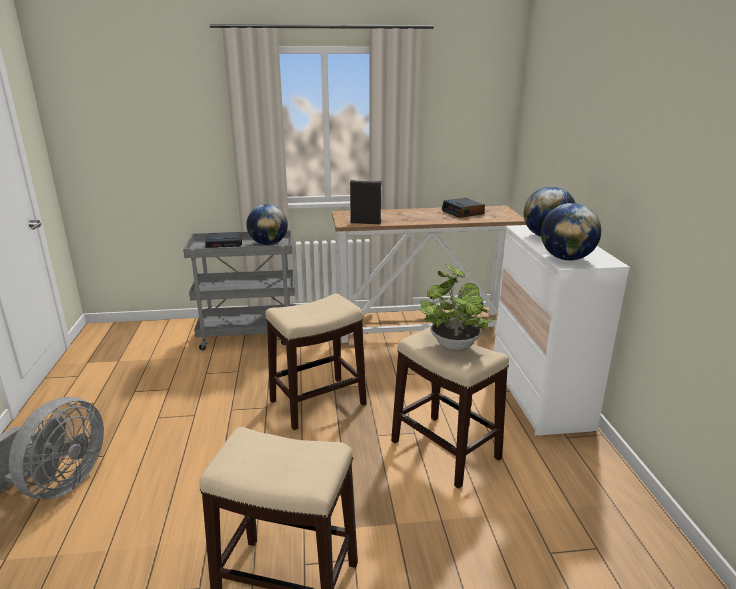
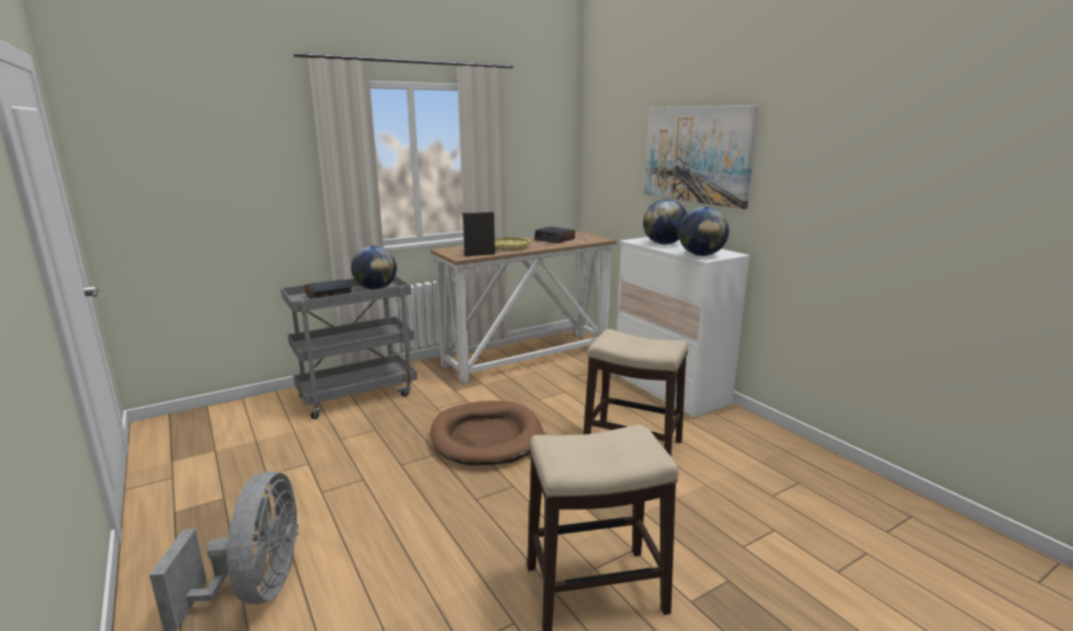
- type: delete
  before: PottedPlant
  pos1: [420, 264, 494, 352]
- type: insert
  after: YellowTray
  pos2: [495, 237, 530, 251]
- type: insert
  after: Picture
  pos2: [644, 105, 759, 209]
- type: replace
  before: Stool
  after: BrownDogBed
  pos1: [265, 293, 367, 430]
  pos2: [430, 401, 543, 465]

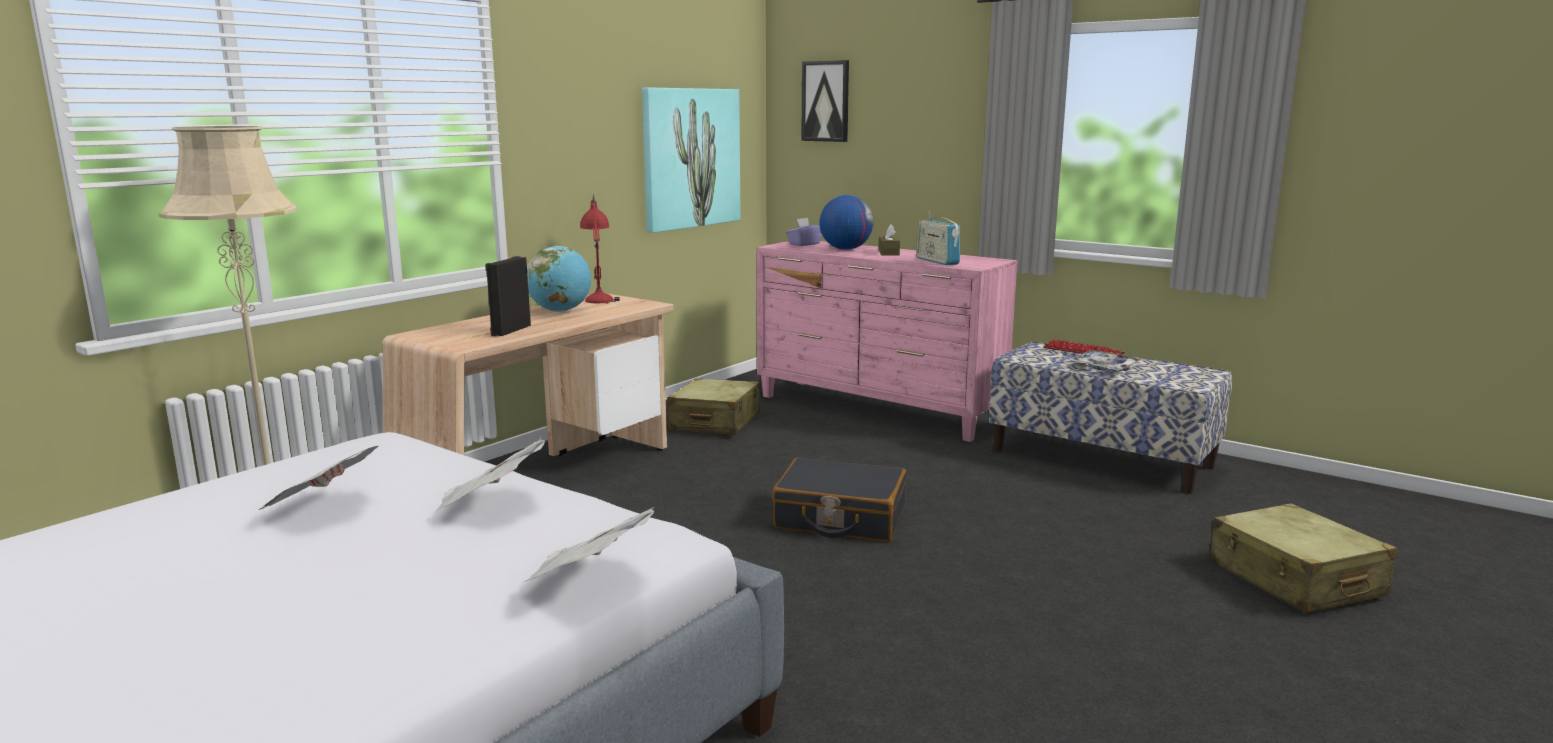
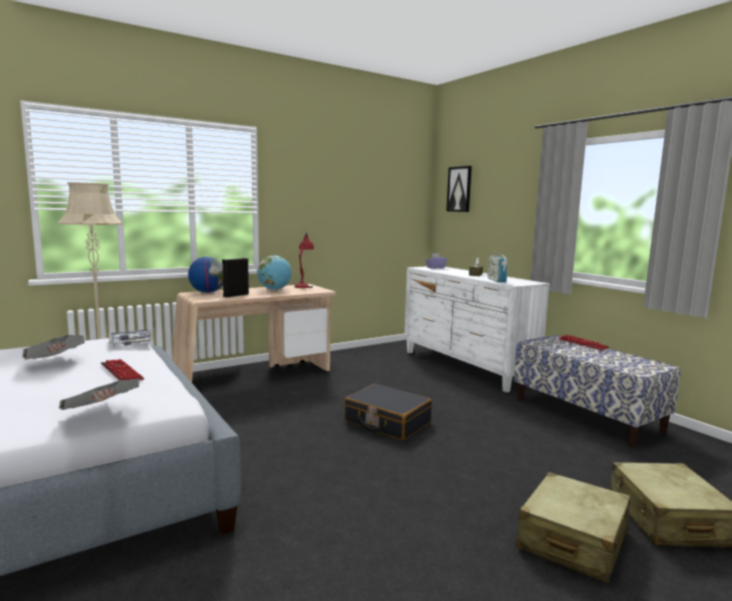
- type: delete
  before: Picture
  pos1: [642, 88, 741, 233]
- type: move
  before: BeigeSuitcase
  pos1: [667, 378, 760, 435]
  pos2: [516, 472, 630, 583]
- type: move
  before: Globe
  pos1: [819, 195, 874, 250]
  pos2: [188, 257, 223, 293]
- type: move
  before: Tray
  pos1: [1068, 350, 1143, 371]
  pos2: [109, 330, 153, 346]
- type: replace
  before: Newspaper
  after: Keyboard
  pos1: [436, 439, 545, 511]
  pos2: [101, 359, 144, 381]
- type: recolor
  before: PinkDresser
  after: WhiteDresser
  pos1: [756, 241, 1018, 442]
  pos2: [404, 266, 549, 393]

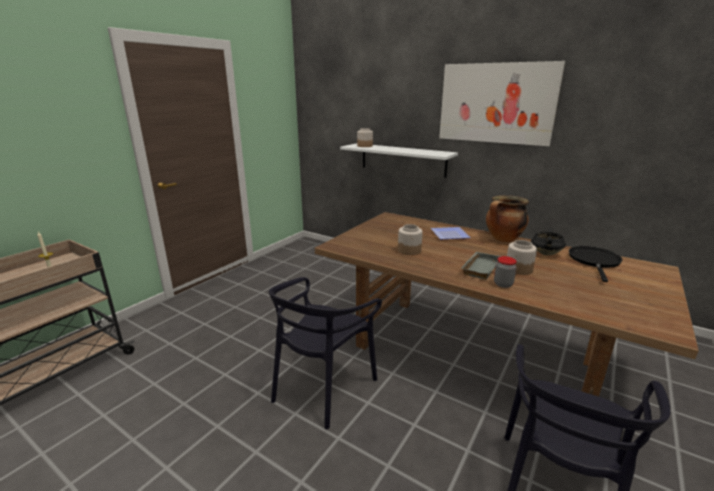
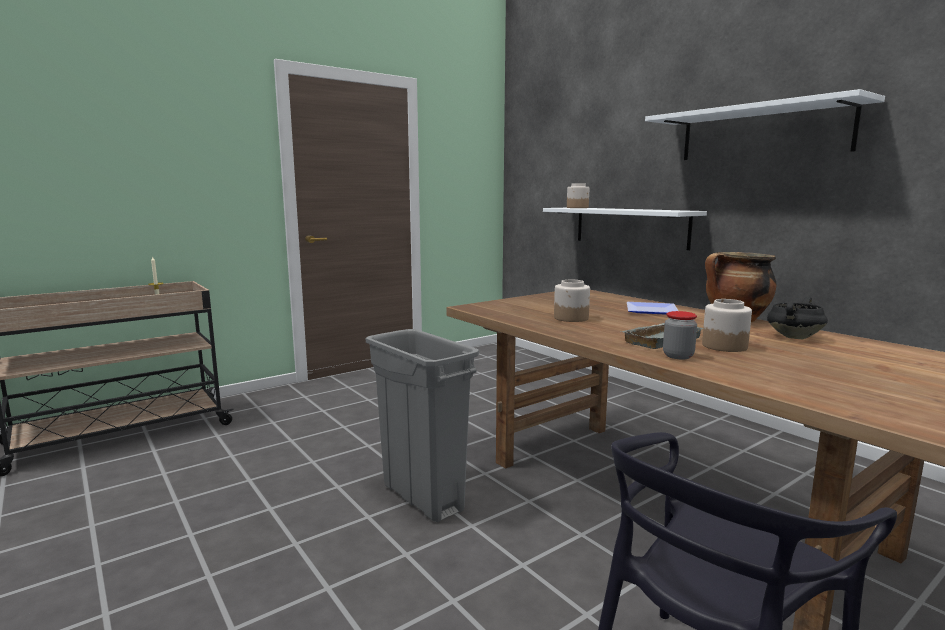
- type: delete
  before: BlackFryingPan
  pos1: [569, 246, 622, 282]
- type: replace
  before: BlackChair
  after: GreyTrashCan
  pos1: [269, 277, 382, 429]
  pos2: [366, 329, 479, 522]
- type: replace
  before: Picture
  after: WhiteShelf
  pos1: [439, 61, 565, 146]
  pos2: [645, 89, 885, 160]

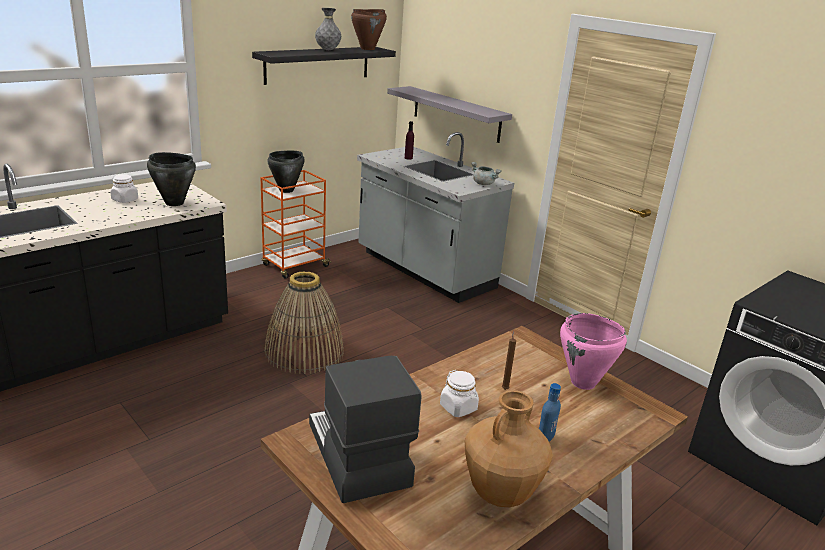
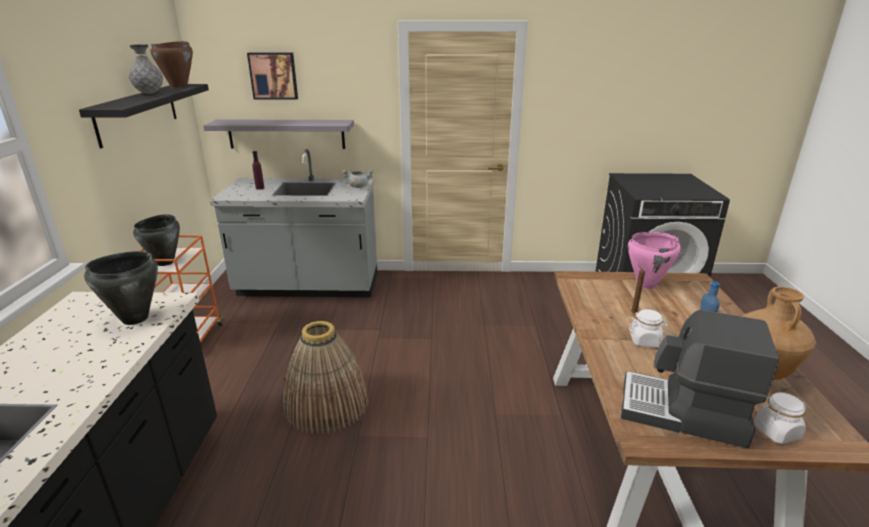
- type: insert
  after: Picture
  pos2: [247, 53, 298, 100]
- type: move
  before: WhiteJar
  pos1: [110, 174, 138, 203]
  pos2: [754, 392, 806, 444]

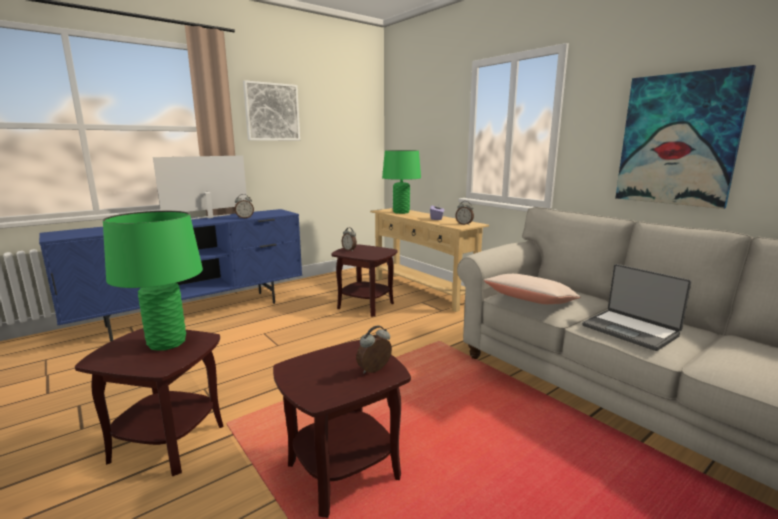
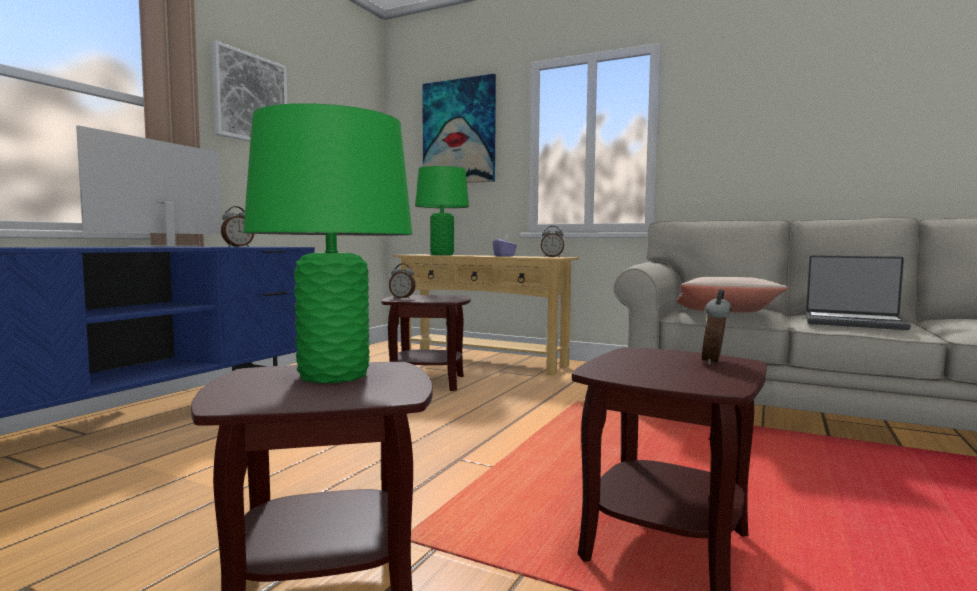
- type: move
  before: Picture
  pos1: [615, 65, 756, 209]
  pos2: [422, 74, 496, 183]

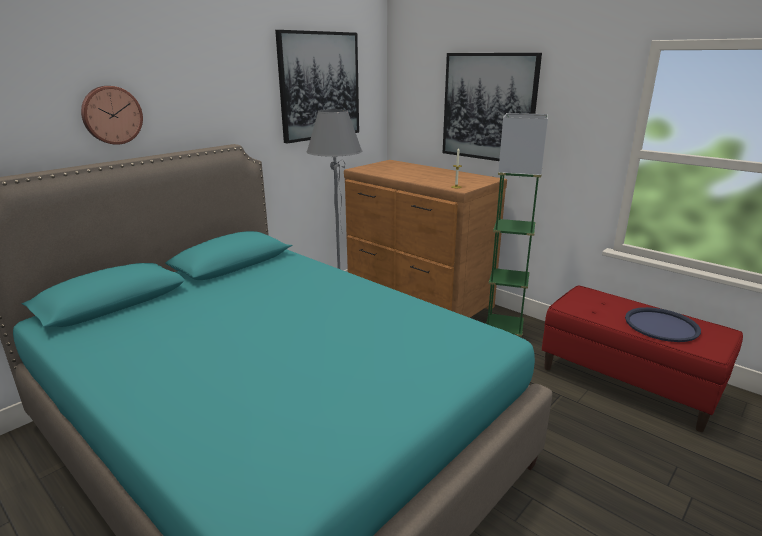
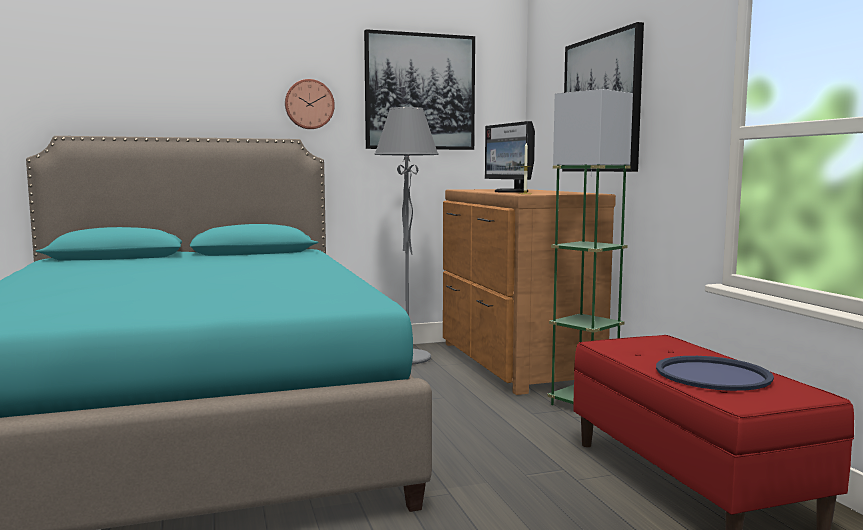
- type: insert
  after: Monitor
  pos2: [485, 121, 535, 193]
- type: move
  before: WallClock
  pos1: [81, 86, 143, 145]
  pos2: [285, 79, 335, 129]

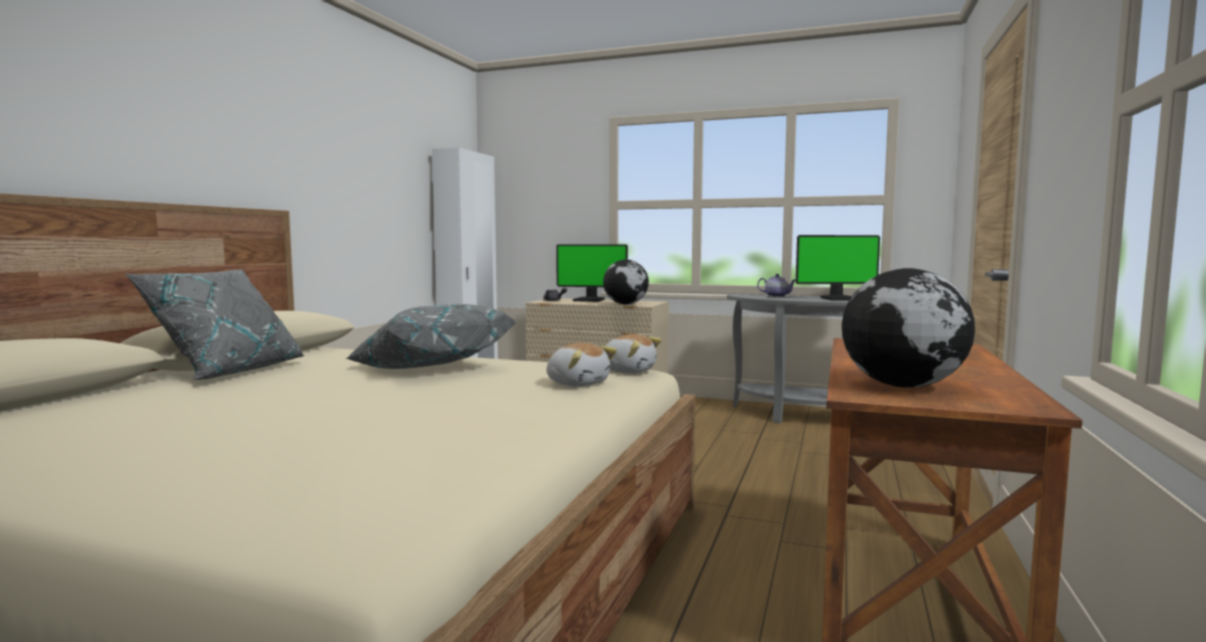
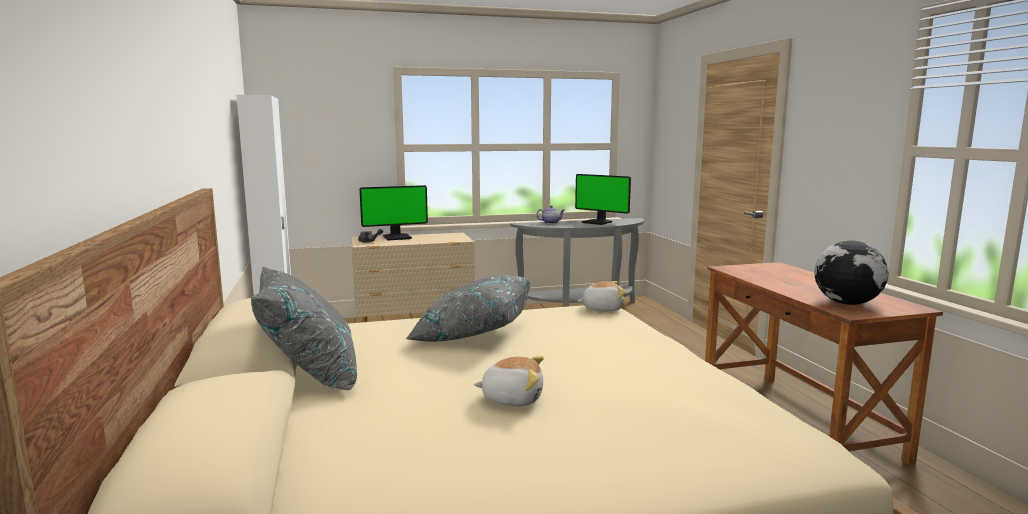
- type: delete
  before: Globe
  pos1: [603, 259, 649, 304]
- type: move
  before: PlushToy
  pos1: [547, 343, 617, 387]
  pos2: [474, 356, 544, 406]
- type: rotate
  before: Monitor
  pos1: [796, 235, 880, 300]
  pos2: [575, 174, 631, 225]
  turn: 75

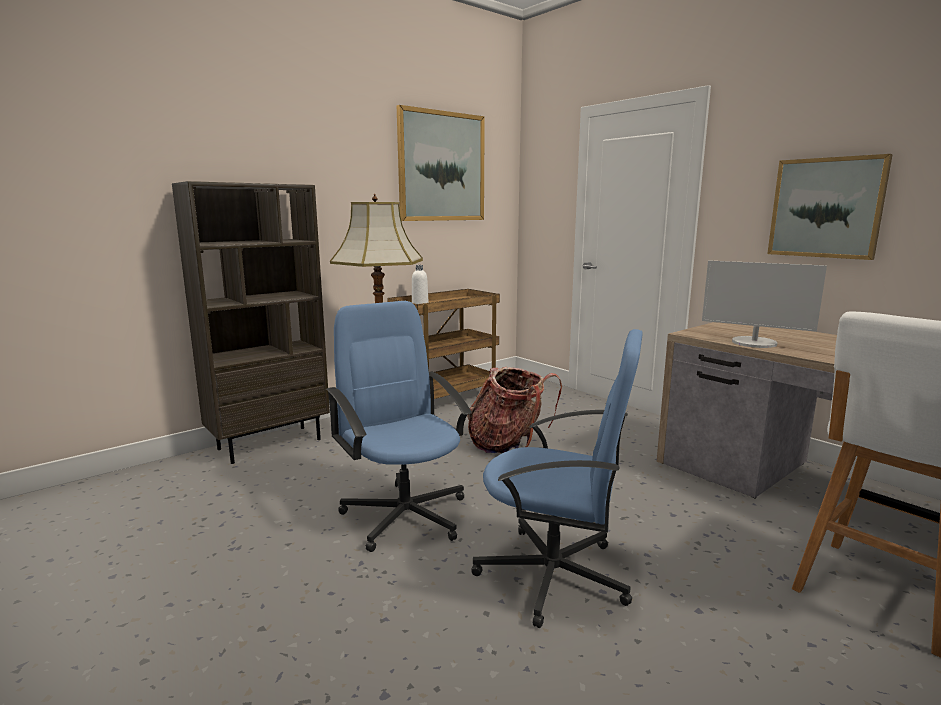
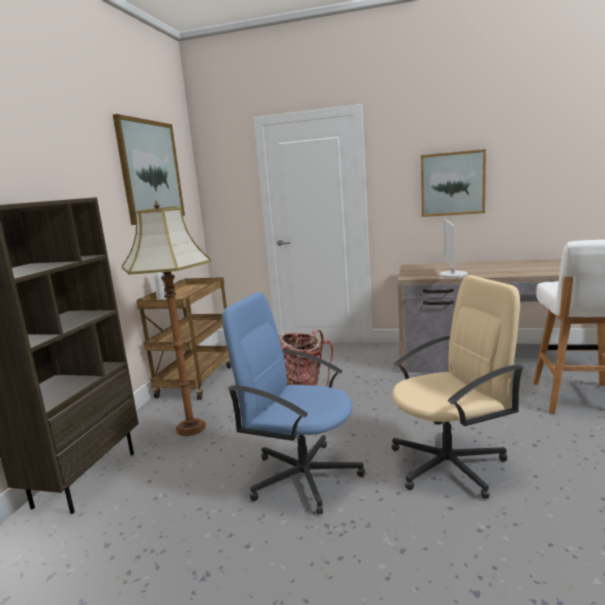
- type: recolor
  before: BlueOfficeChair
  after: BeigeOfficeChair
  pos1: [471, 329, 643, 628]
  pos2: [391, 275, 524, 499]
- type: rotate
  before: Monitor
  pos1: [702, 260, 827, 348]
  pos2: [439, 219, 468, 278]
  turn: 105

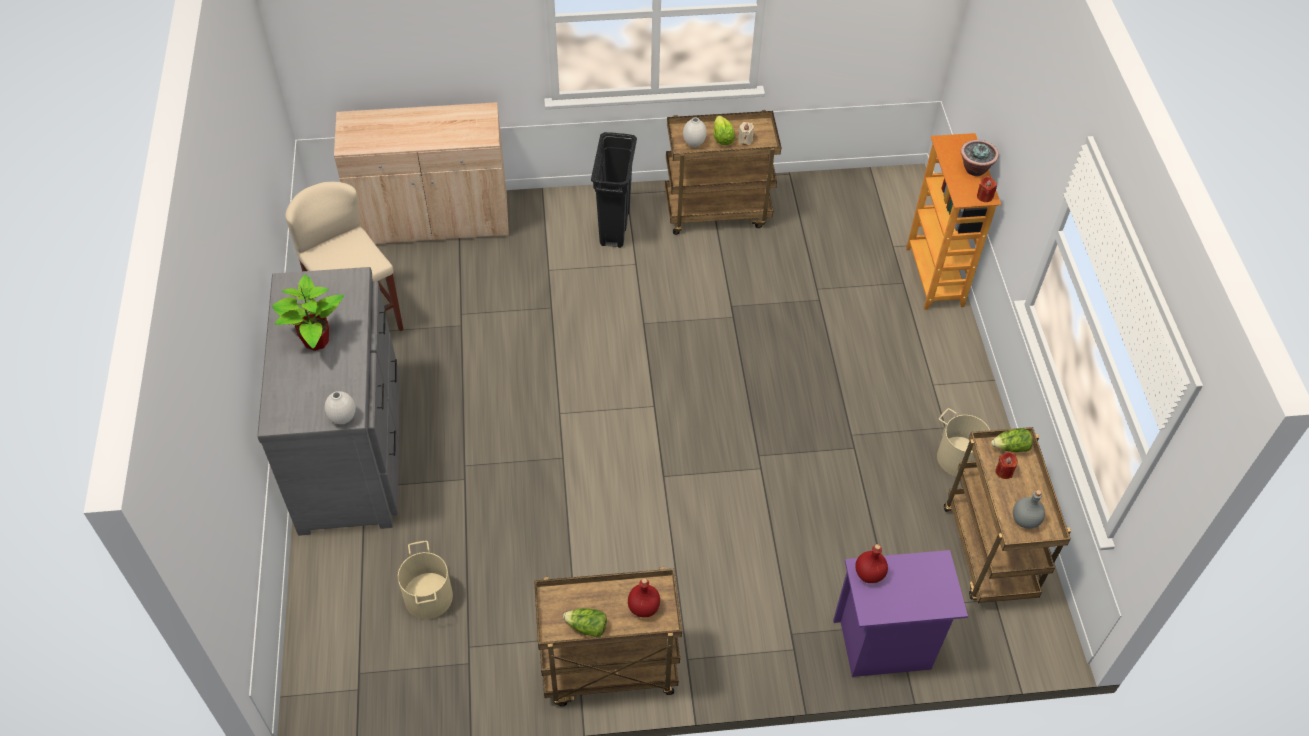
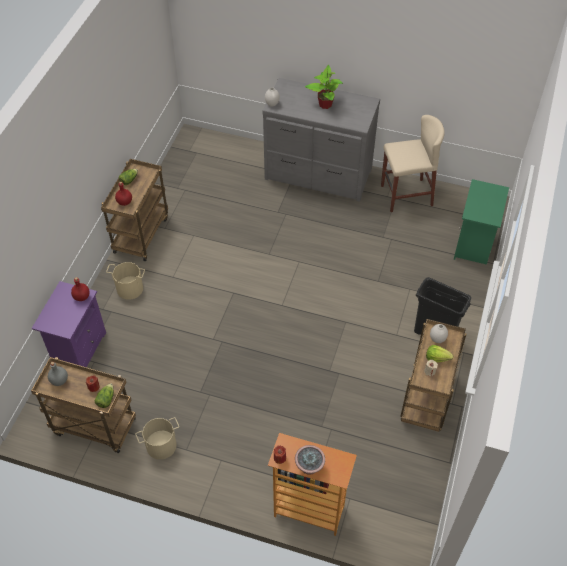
- type: move
  before: BeigeBucket
  pos1: [398, 541, 453, 619]
  pos2: [106, 262, 145, 300]
- type: replace
  before: BeigeCabinet
  after: GreenNightstand
  pos1: [334, 102, 509, 244]
  pos2: [453, 179, 509, 265]

